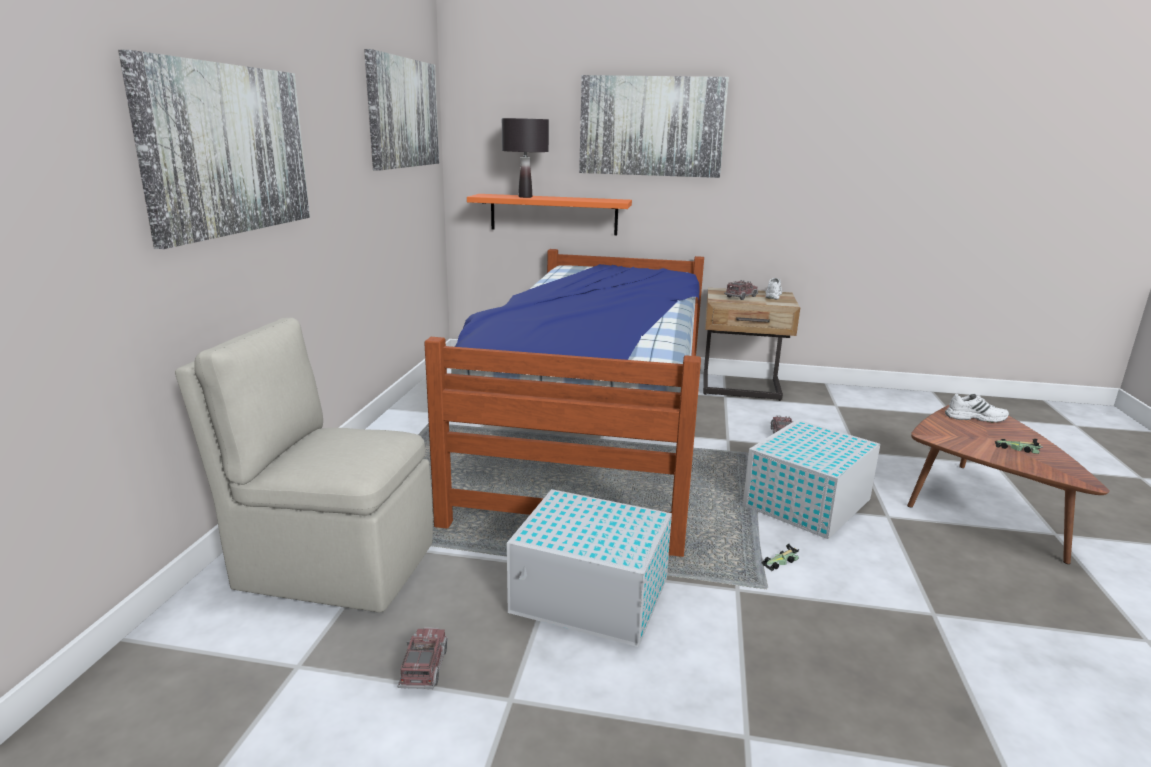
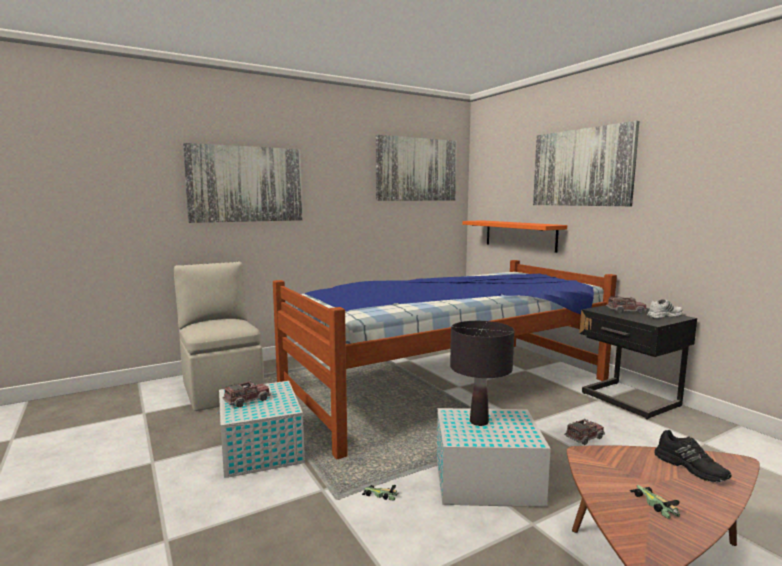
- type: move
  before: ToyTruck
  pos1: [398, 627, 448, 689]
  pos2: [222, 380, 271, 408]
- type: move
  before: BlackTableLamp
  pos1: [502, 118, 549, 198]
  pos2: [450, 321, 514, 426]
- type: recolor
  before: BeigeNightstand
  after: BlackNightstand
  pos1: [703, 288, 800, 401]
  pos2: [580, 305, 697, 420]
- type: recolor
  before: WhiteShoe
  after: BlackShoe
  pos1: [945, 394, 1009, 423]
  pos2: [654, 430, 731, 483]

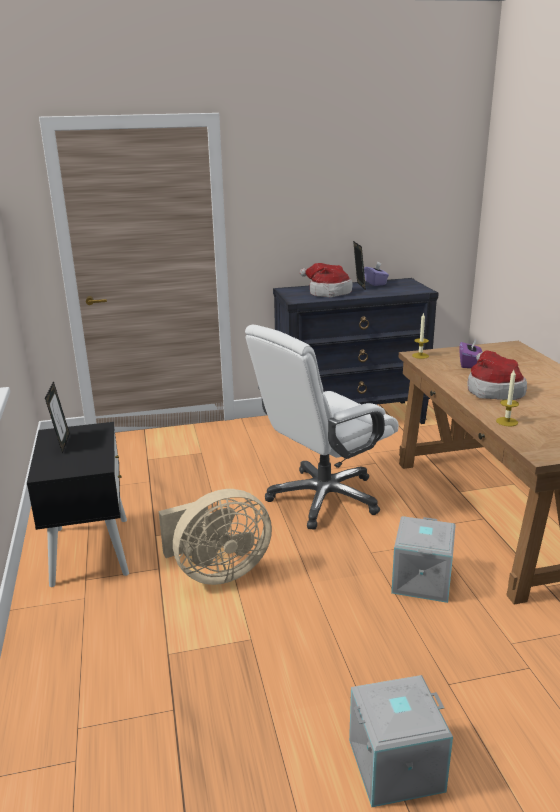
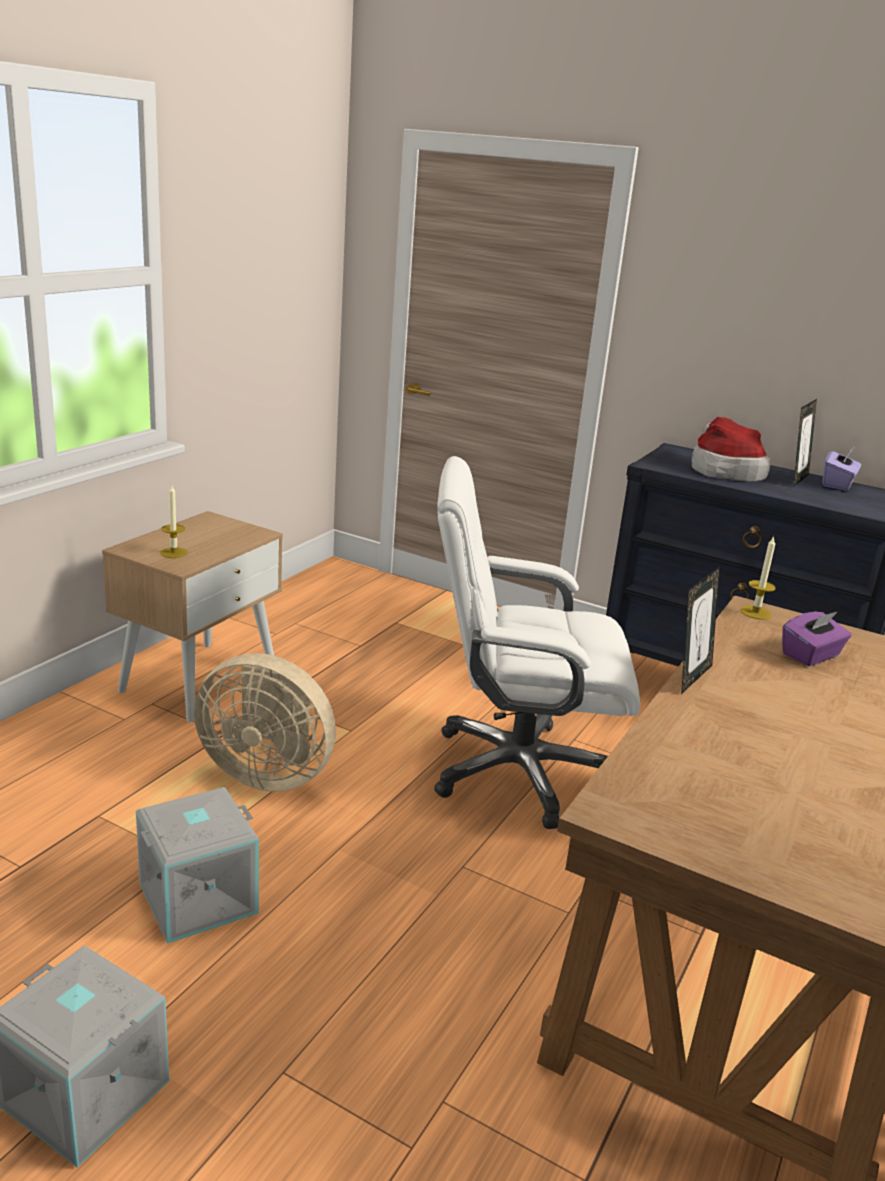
- type: delete
  before: Hat
  pos1: [468, 351, 527, 400]
- type: move
  before: PictureFrame
  pos1: [45, 381, 70, 454]
  pos2: [681, 566, 720, 694]
- type: move
  before: GreyStorageBox
  pos1: [391, 516, 456, 603]
  pos2: [136, 787, 259, 944]
- type: move
  before: Candle
  pos1: [496, 370, 519, 426]
  pos2: [160, 485, 188, 558]
- type: recolor
  before: BlackNightstand
  after: BeigeNightstand
  pos1: [27, 422, 129, 587]
  pos2: [102, 511, 283, 722]

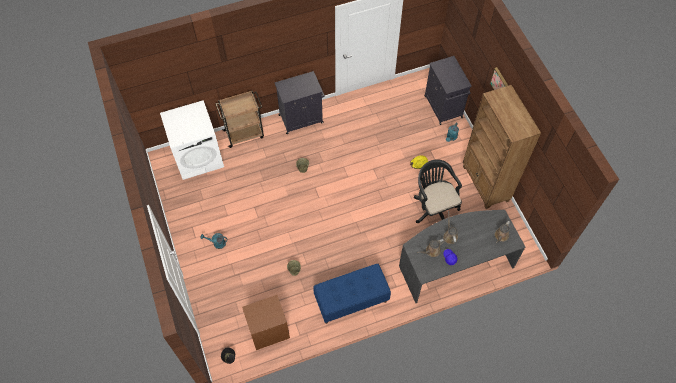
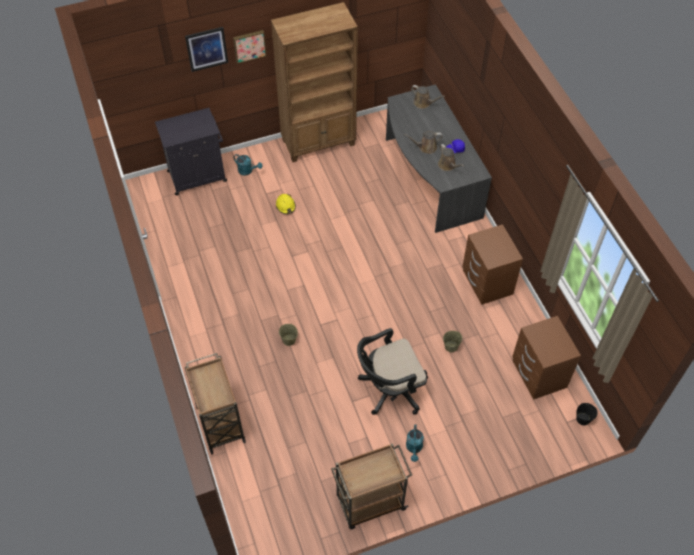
- type: delete
  before: WhiteWashingMachine
  pos1: [160, 100, 224, 180]
- type: delete
  before: BlackCabinet
  pos1: [274, 71, 325, 134]
- type: insert
  after: Picture
  pos2: [185, 27, 228, 72]
- type: insert
  after: BrownCart
  pos2: [331, 443, 412, 529]
- type: move
  before: BlackOfficeChair
  pos1: [414, 160, 462, 223]
  pos2: [357, 328, 428, 415]
- type: replace
  before: BlueBench
  after: BrownNightstand
  pos1: [313, 264, 391, 324]
  pos2: [462, 224, 523, 305]

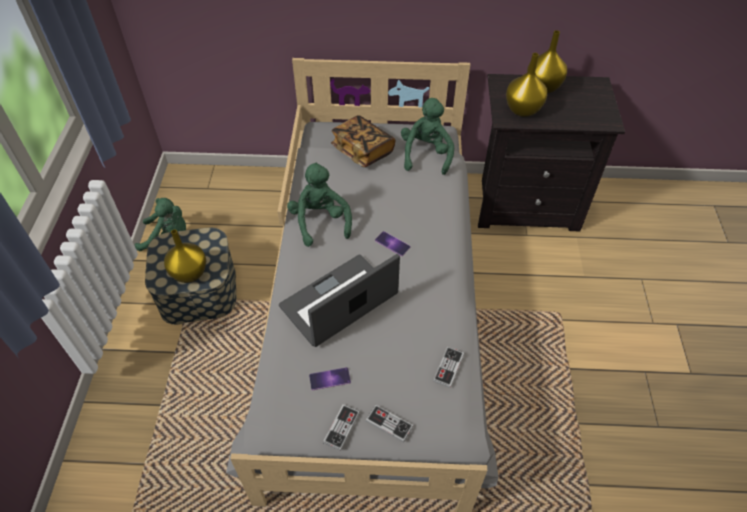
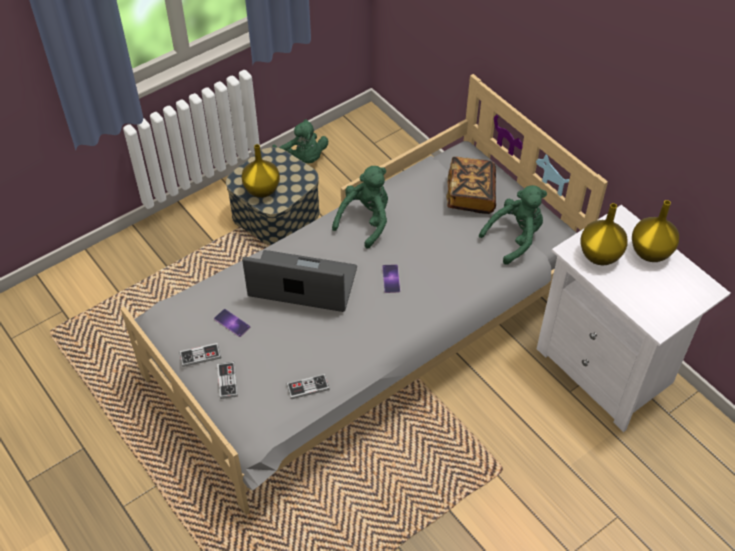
- type: recolor
  before: BlackNightstand
  after: WhiteNightstand
  pos1: [478, 74, 625, 231]
  pos2: [537, 205, 731, 432]

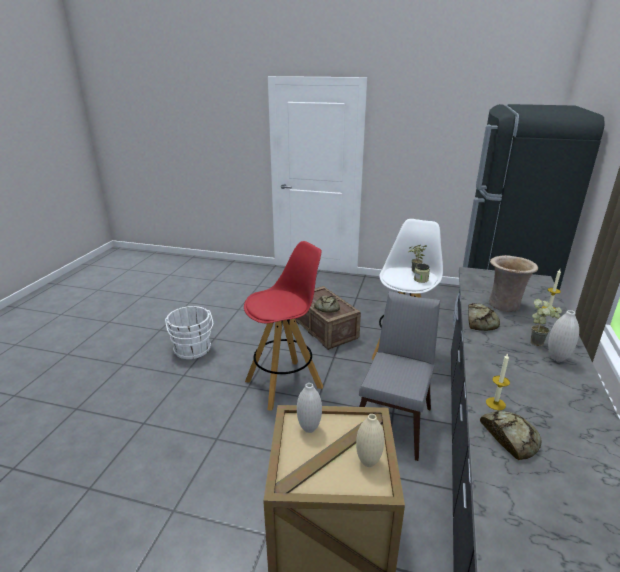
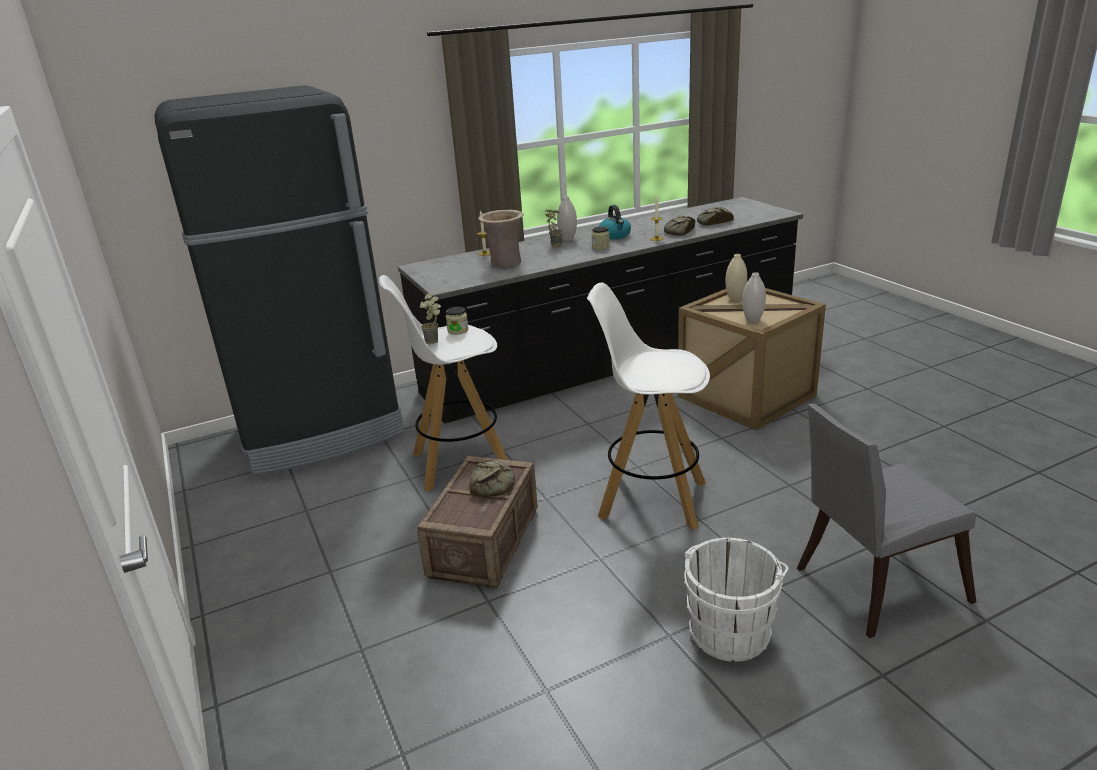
- type: insert
  after: Jar
  pos2: [591, 226, 610, 250]
- type: insert
  after: Kettle
  pos2: [599, 205, 631, 239]
- type: move
  before: GreyChair
  pos1: [359, 291, 440, 461]
  pos2: [797, 404, 976, 638]
- type: move
  before: Bread
  pos1: [468, 303, 500, 331]
  pos2: [697, 207, 734, 226]
- type: recolor
  before: RedStool
  after: WhiteStool
  pos1: [244, 241, 323, 411]
  pos2: [587, 283, 710, 530]

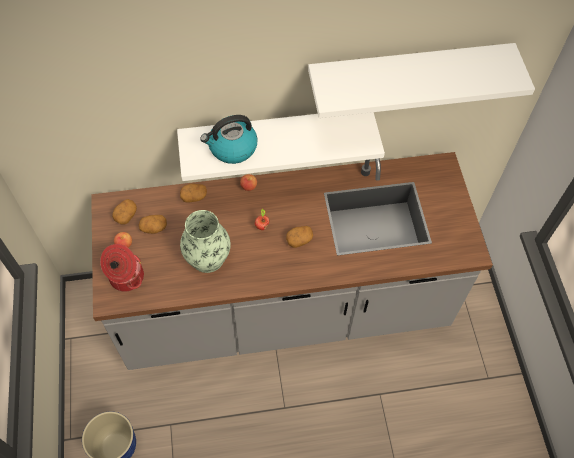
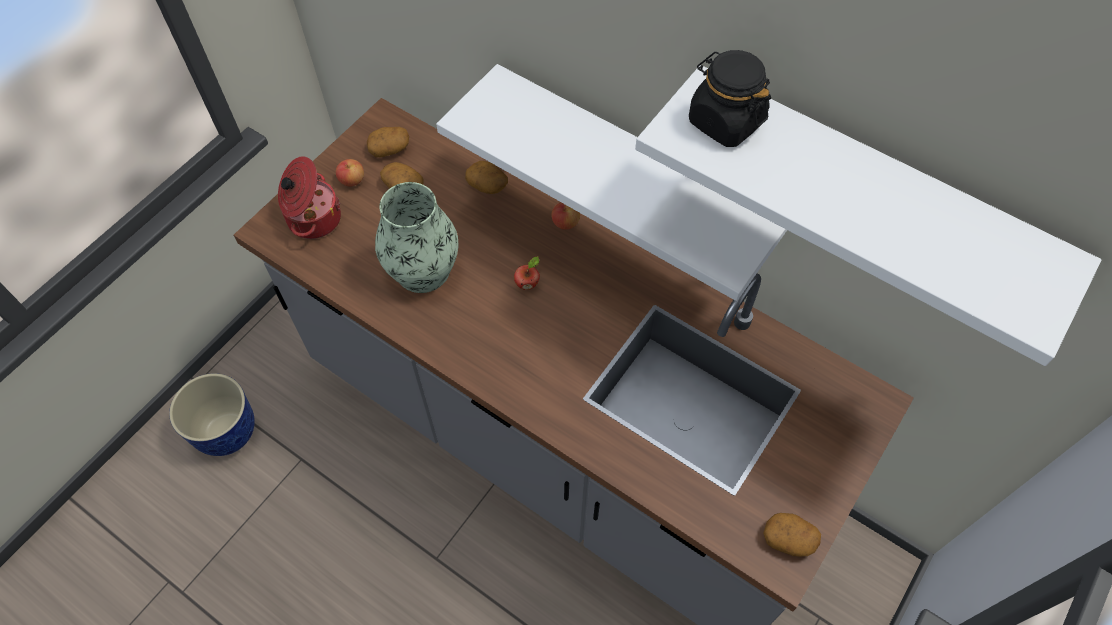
- type: delete
  before: Kettle
  pos1: [200, 115, 258, 164]
- type: insert
  after: BlackJar
  pos2: [689, 50, 771, 147]
- type: move
  before: Potato
  pos1: [286, 226, 313, 248]
  pos2: [763, 513, 821, 557]

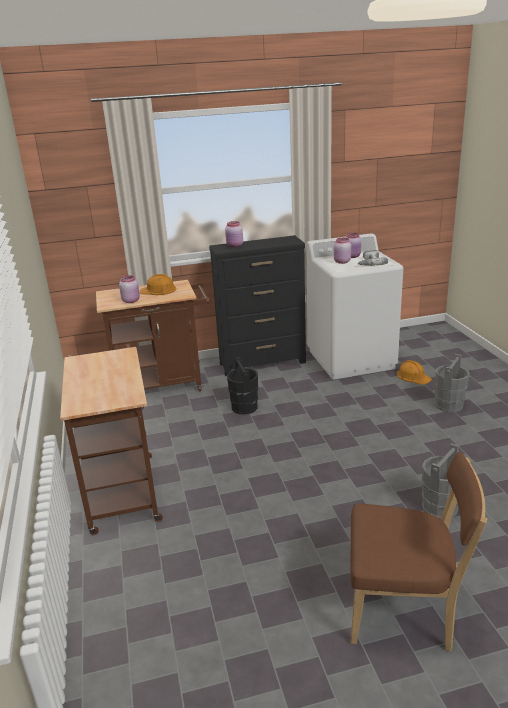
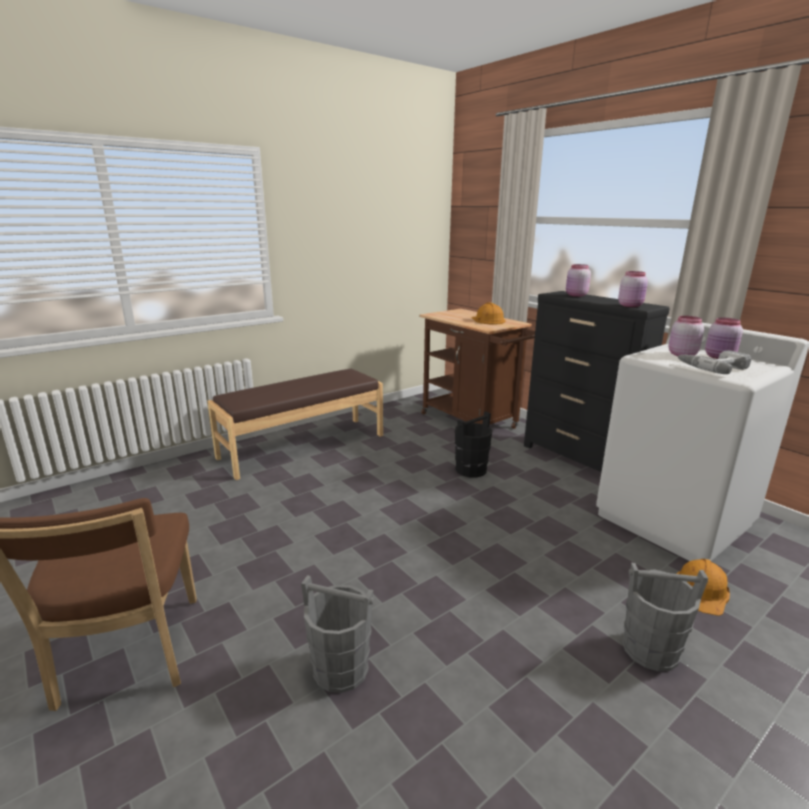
- type: move
  before: PinkJar
  pos1: [119, 276, 140, 303]
  pos2: [618, 271, 648, 307]
- type: replace
  before: BrownCart
  after: BrownBench
  pos1: [60, 346, 163, 535]
  pos2: [207, 368, 383, 480]

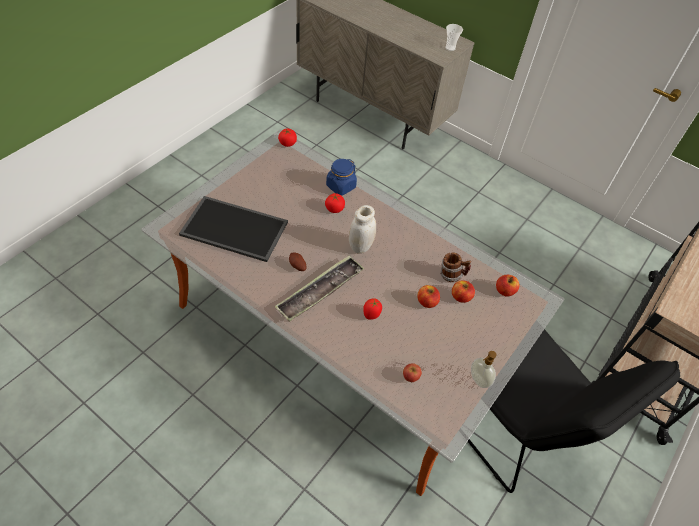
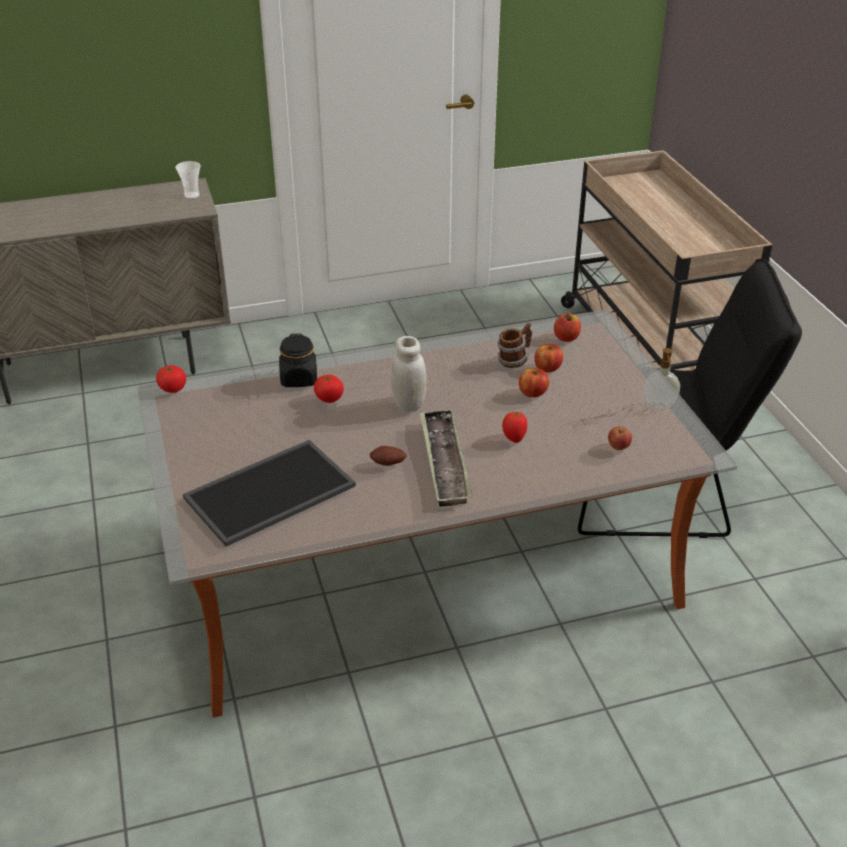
- type: recolor
  before: BlueJar
  after: BlackJar
  pos1: [326, 159, 357, 196]
  pos2: [279, 333, 317, 387]

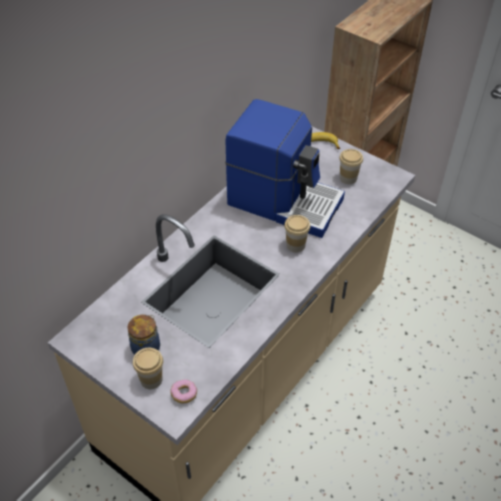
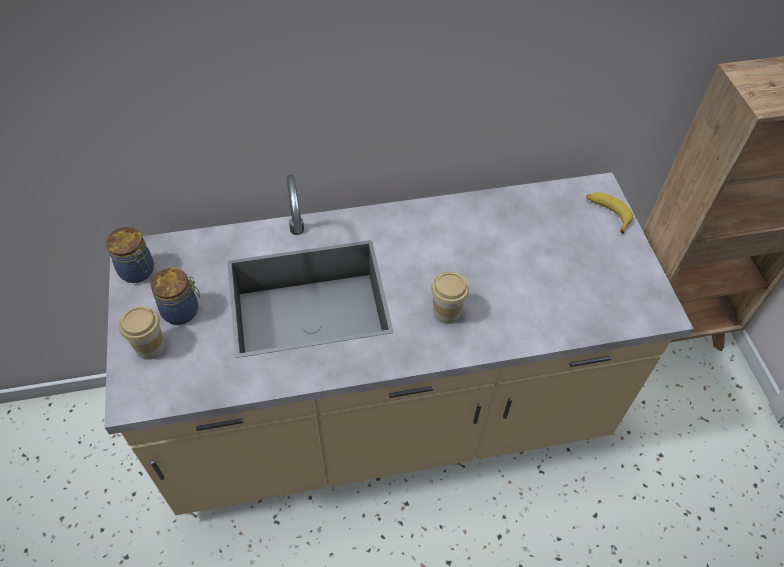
- type: delete
  before: Donut
  pos1: [170, 380, 197, 403]
- type: delete
  before: CoffeeMachine
  pos1: [225, 99, 345, 238]
- type: delete
  before: Cup
  pos1: [339, 149, 363, 184]
- type: insert
  after: Jar
  pos2: [106, 227, 154, 283]

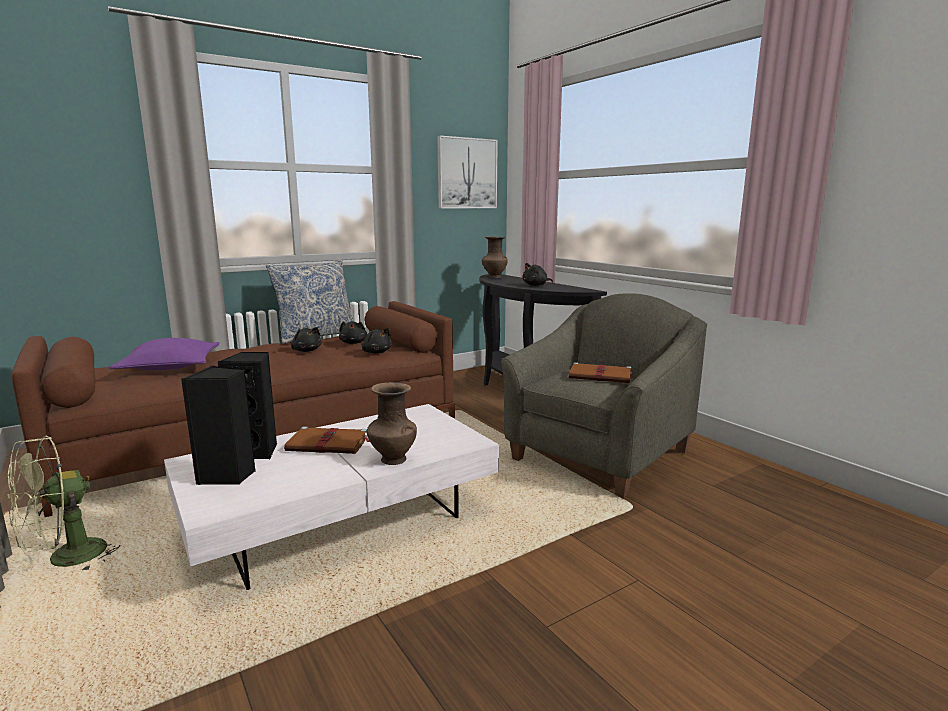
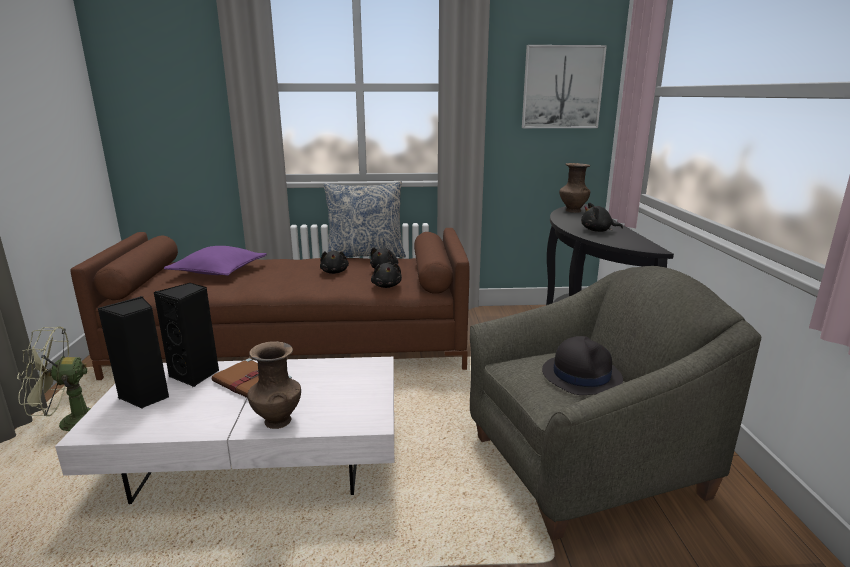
- type: replace
  before: BrownBook
  after: BlackHat
  pos1: [569, 362, 635, 383]
  pos2: [542, 336, 623, 395]

